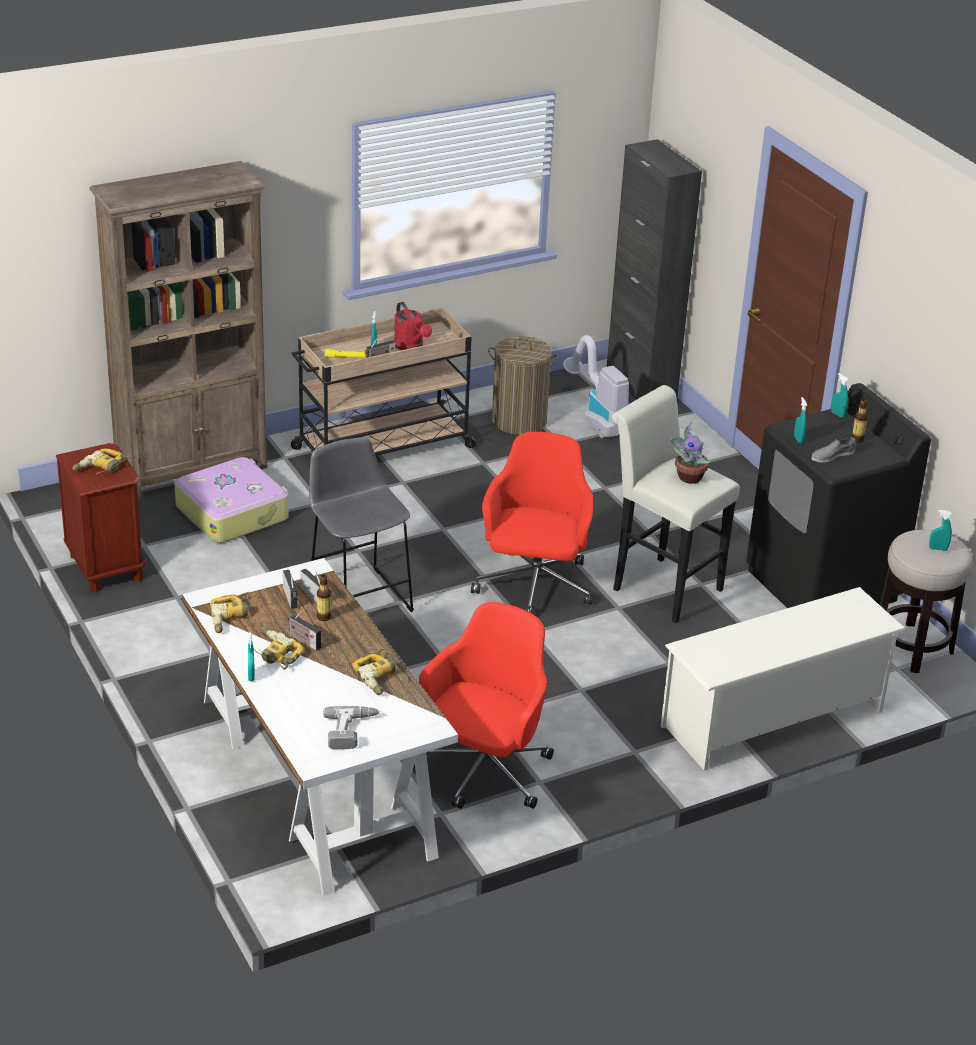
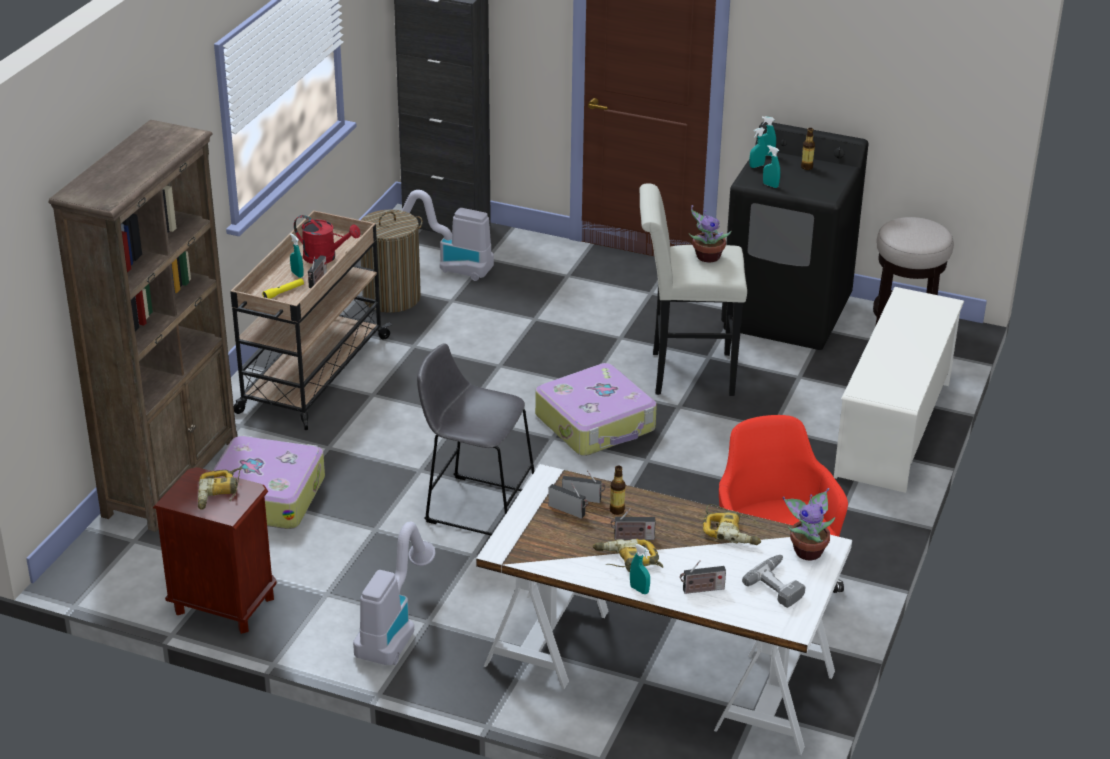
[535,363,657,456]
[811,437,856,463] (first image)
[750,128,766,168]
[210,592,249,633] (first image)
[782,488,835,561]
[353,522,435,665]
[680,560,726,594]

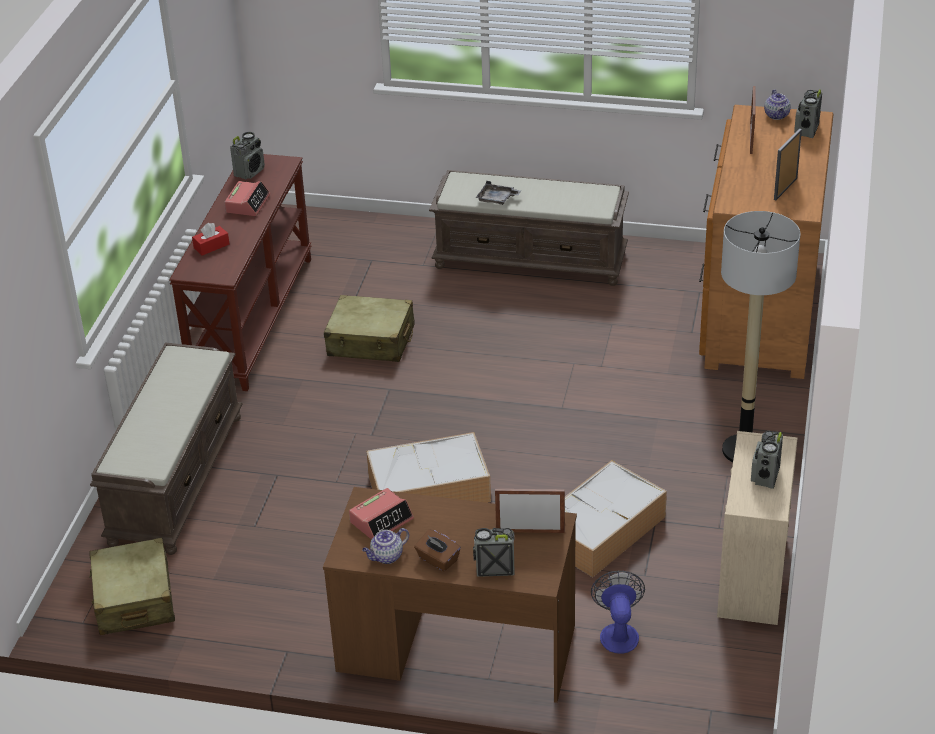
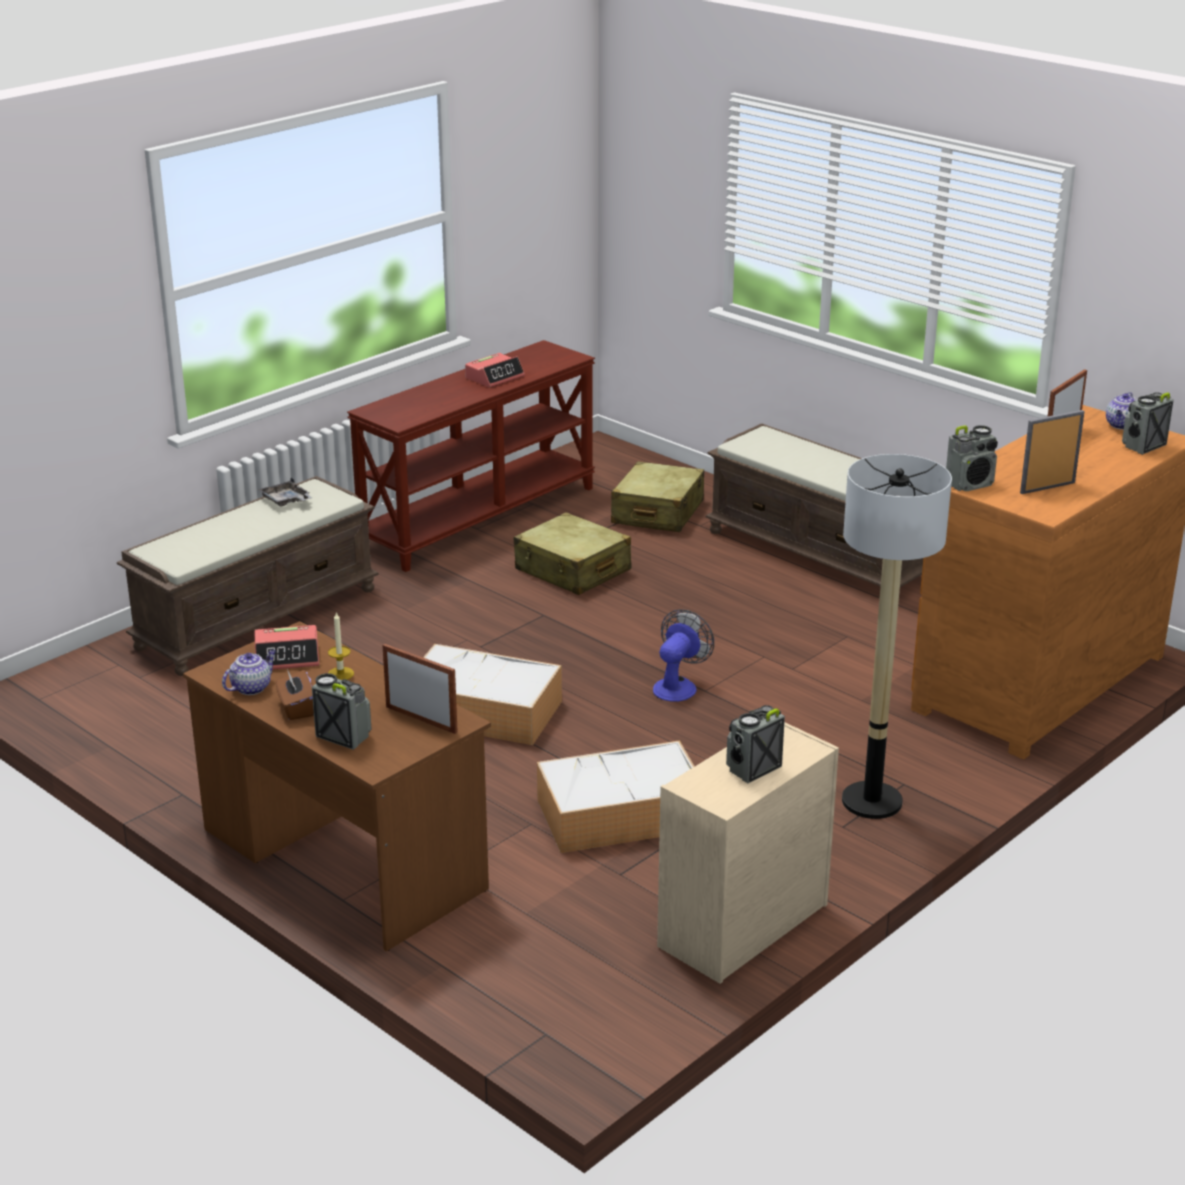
[946,425,998,491]
[258,478,312,507]
[192,223,229,256] (first image)
[222,650,276,695]
[611,461,704,532]
[653,609,714,702]
[328,612,354,680]

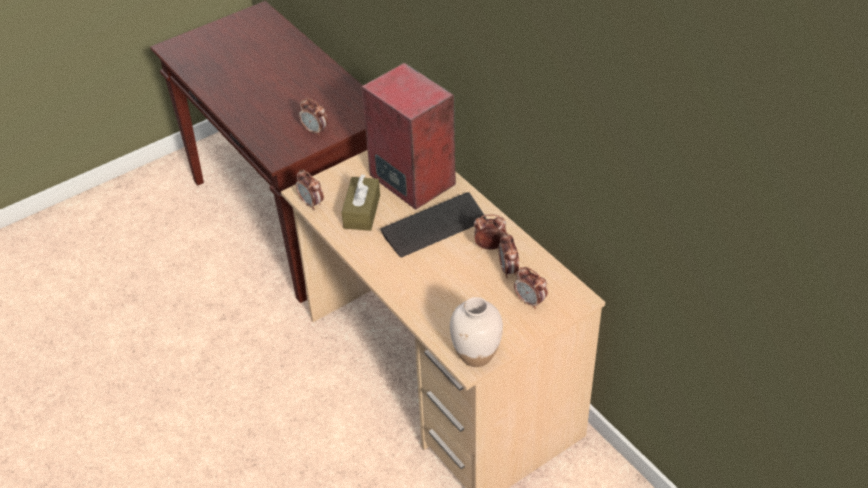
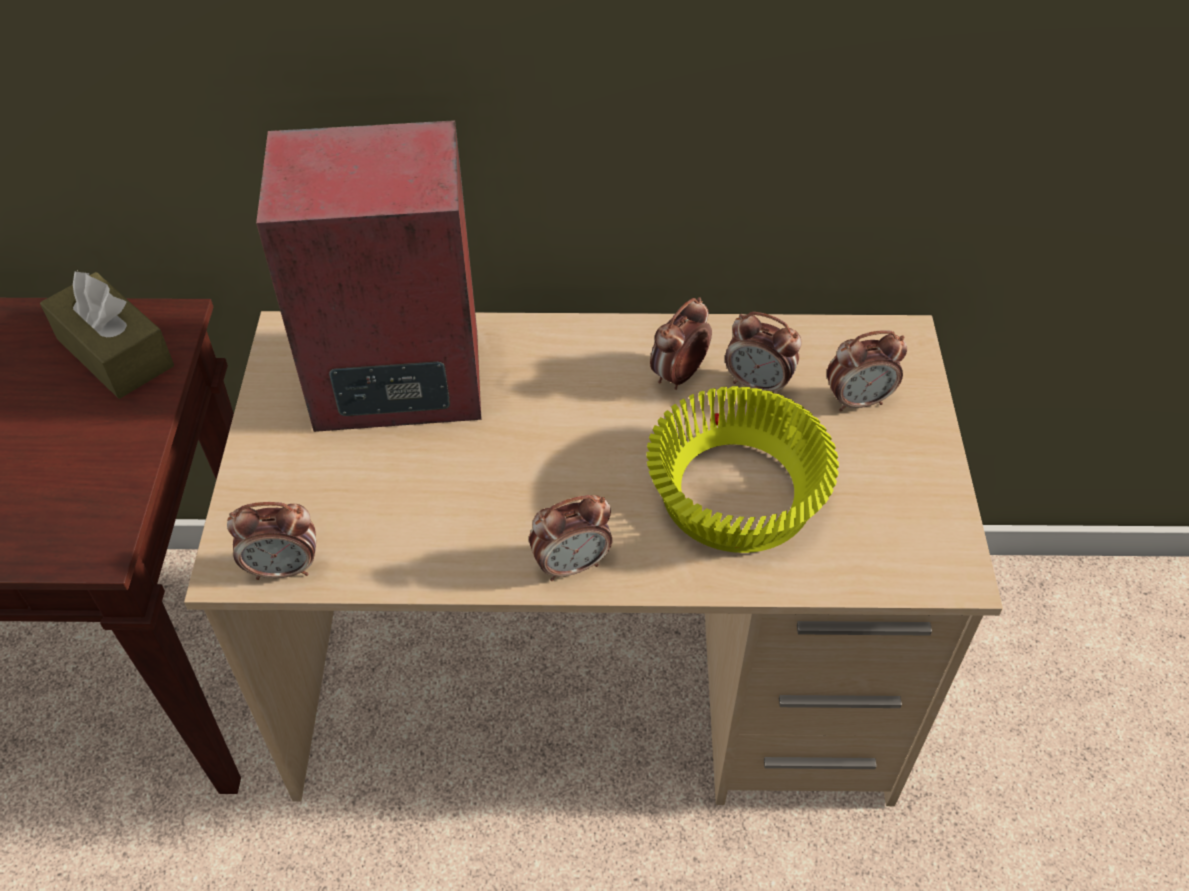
[529,495,612,581]
[40,271,174,399]
[380,192,486,257] (first image)
[450,297,503,367] (first image)
[646,386,839,553]

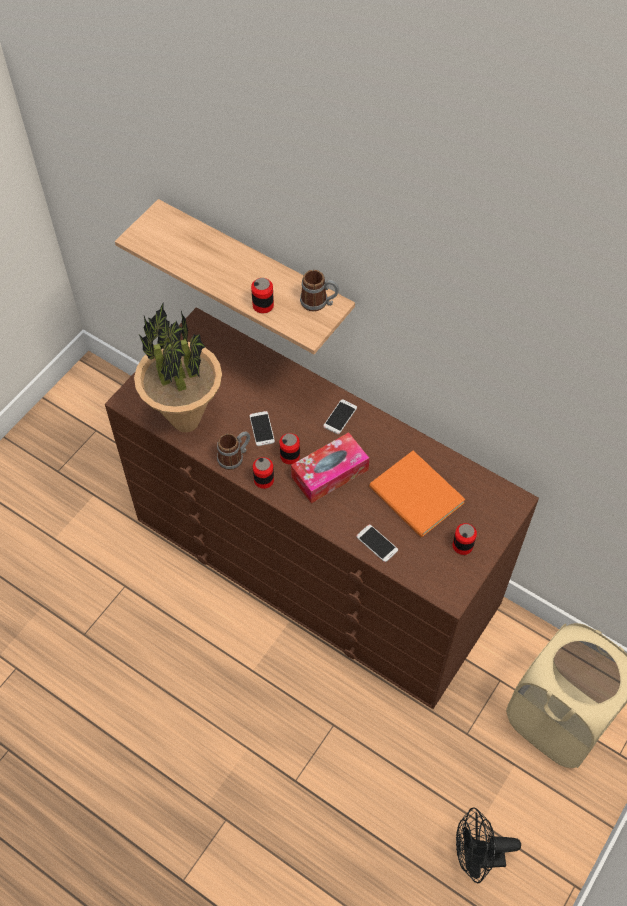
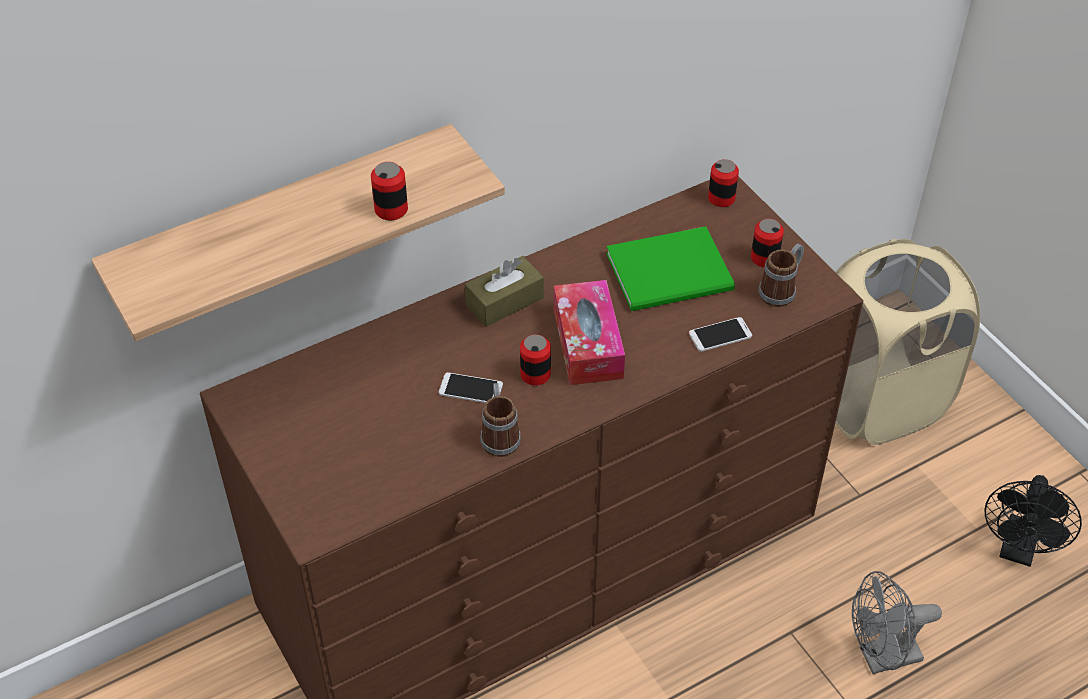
[759,244,804,307]
[134,303,222,432] (first image)
[465,256,544,327]
[606,226,735,311]
[708,159,739,207]
[852,571,942,674]

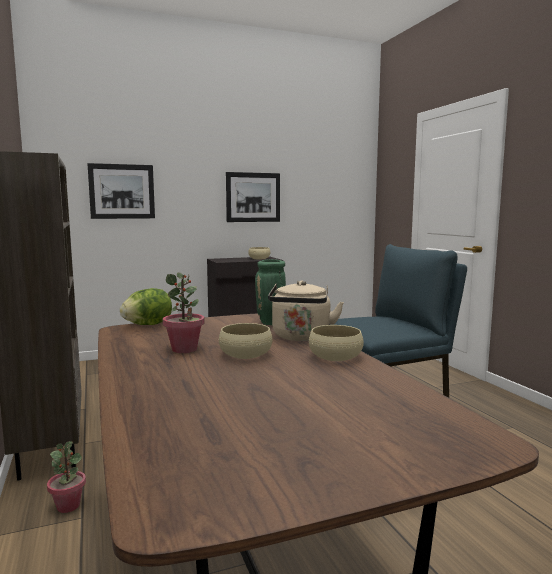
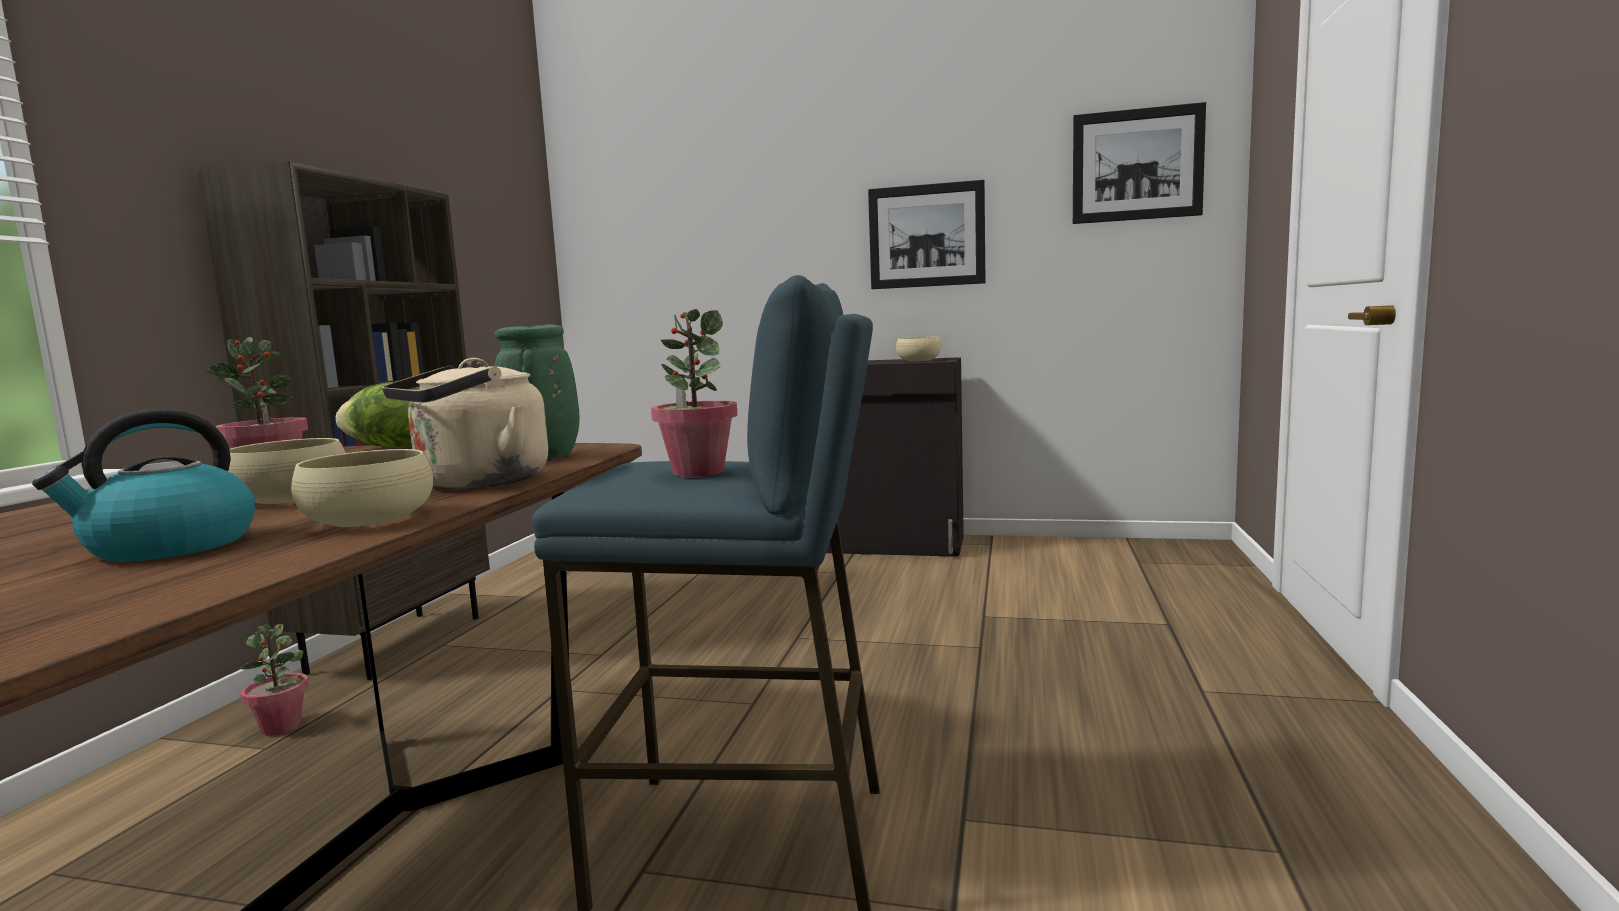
[1073,102,1206,224]
[651,309,737,477]
[32,409,255,562]

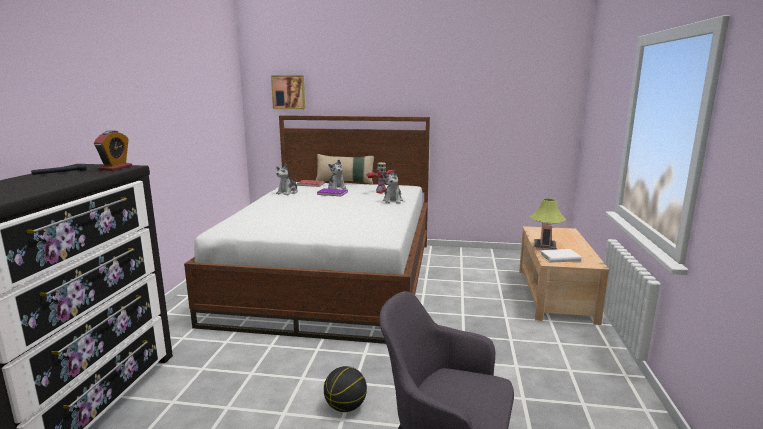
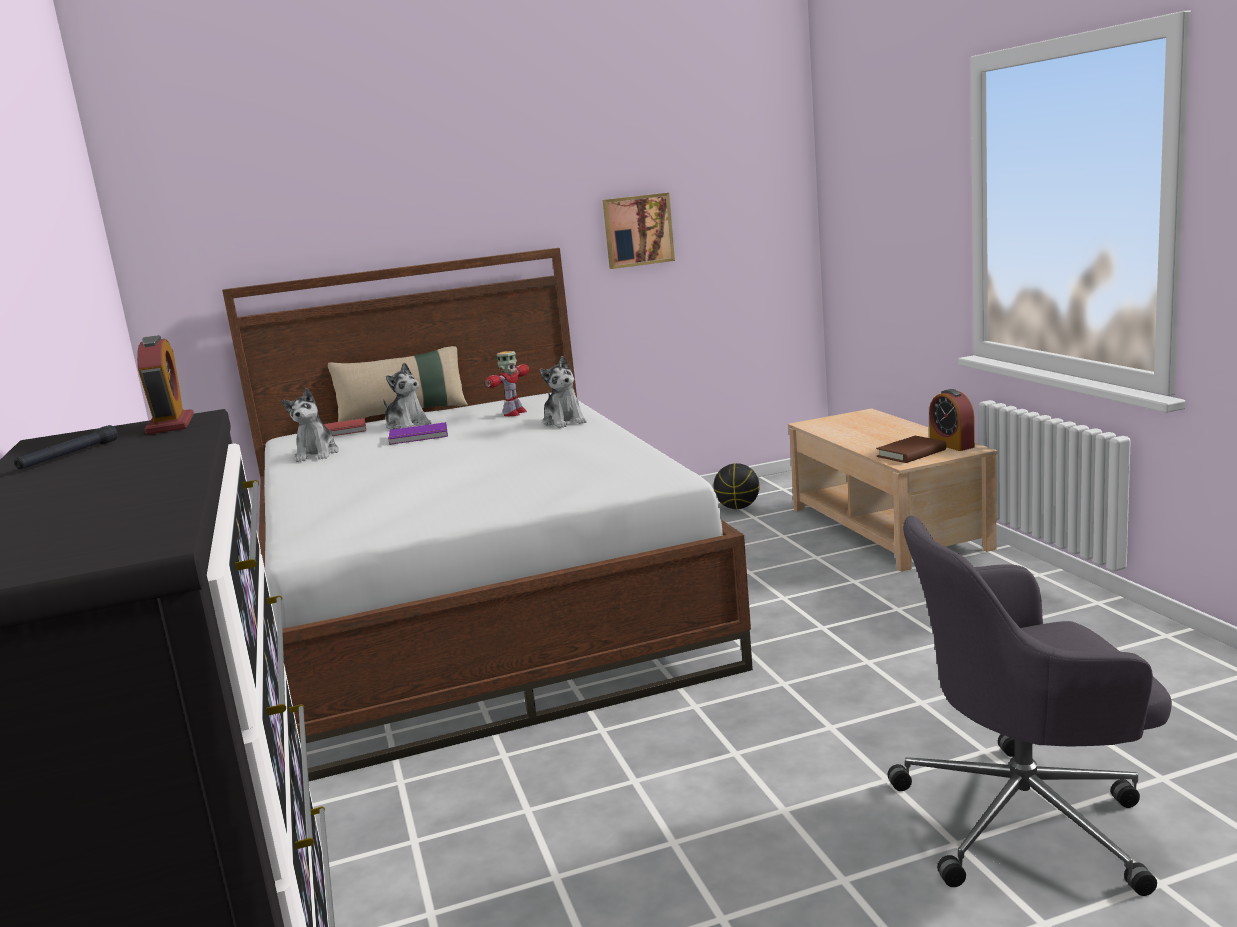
[603,193,675,269]
[530,198,566,250] (first image)
[876,436,946,463]
[713,463,760,509]
[929,389,975,451]

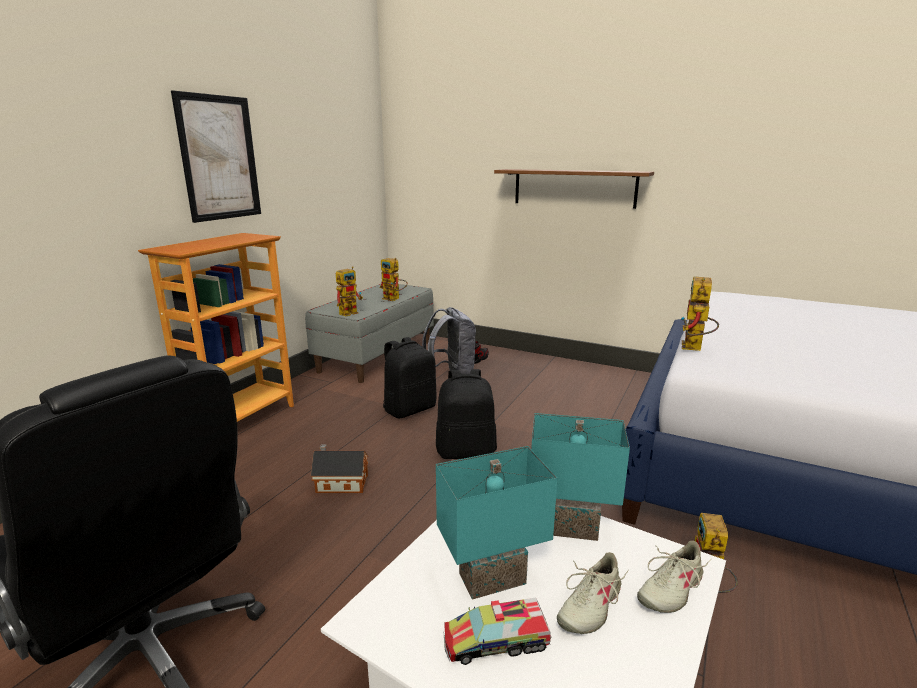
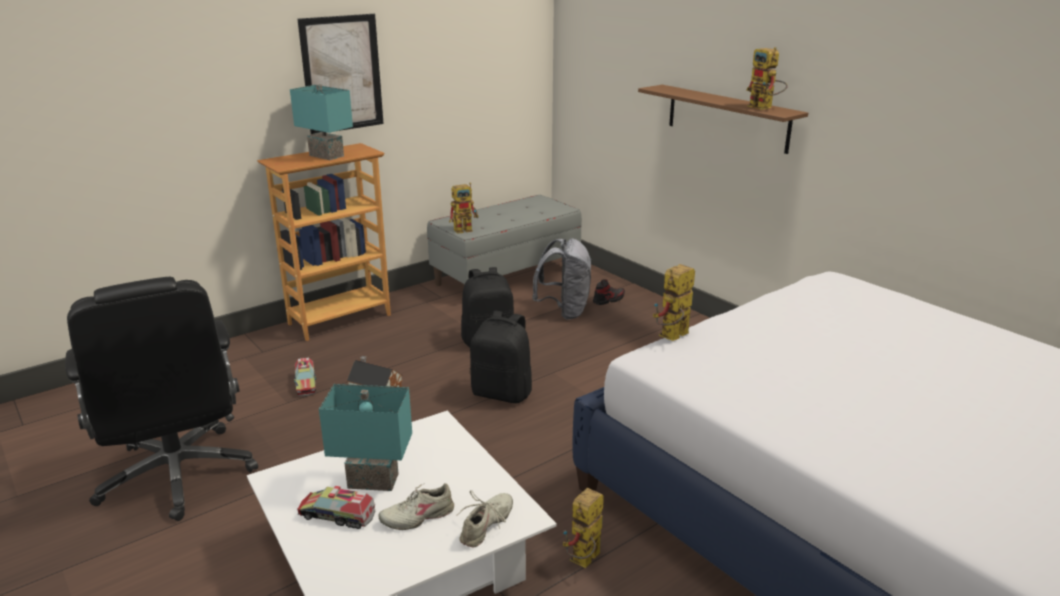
[746,47,788,110]
[290,84,353,160]
[456,490,513,547]
[294,357,316,396]

